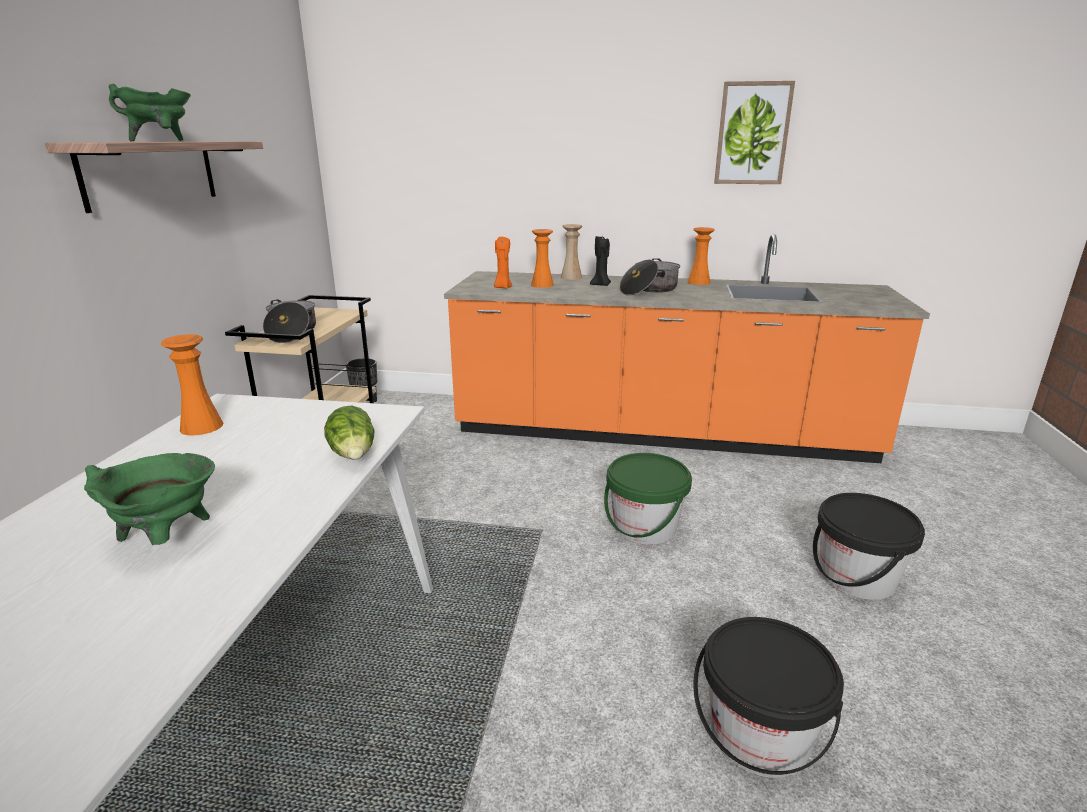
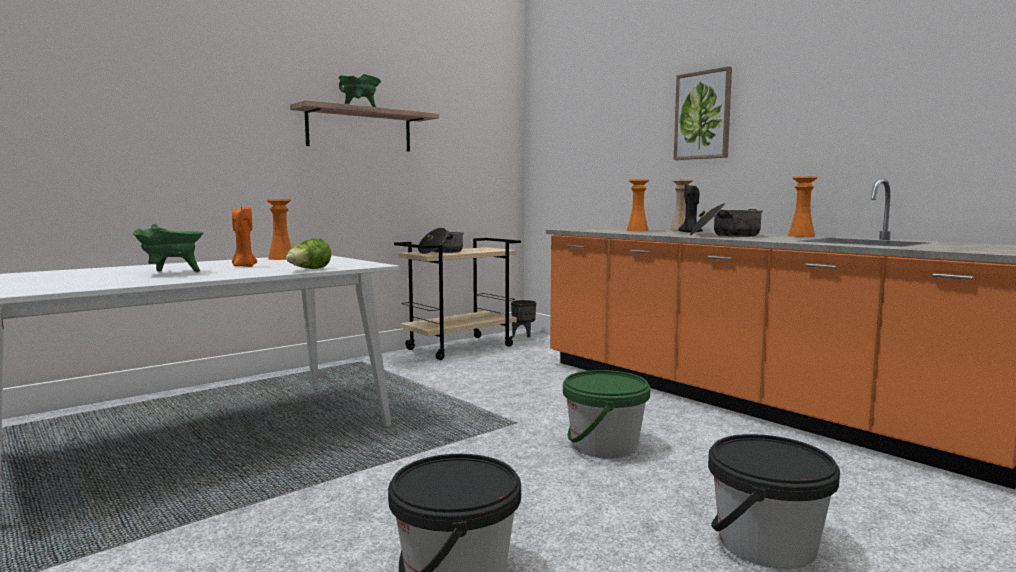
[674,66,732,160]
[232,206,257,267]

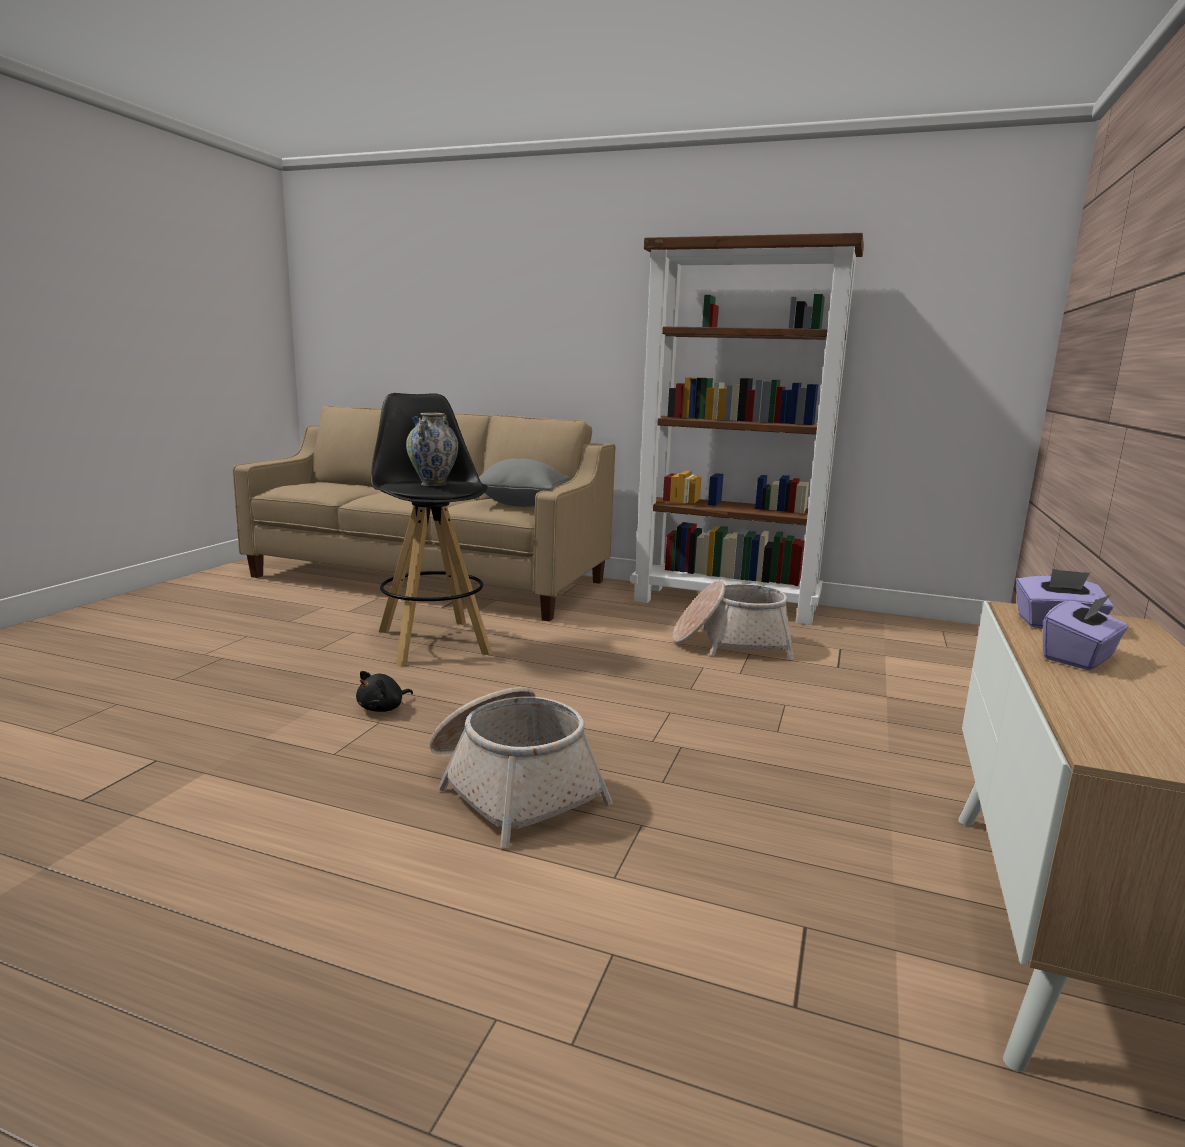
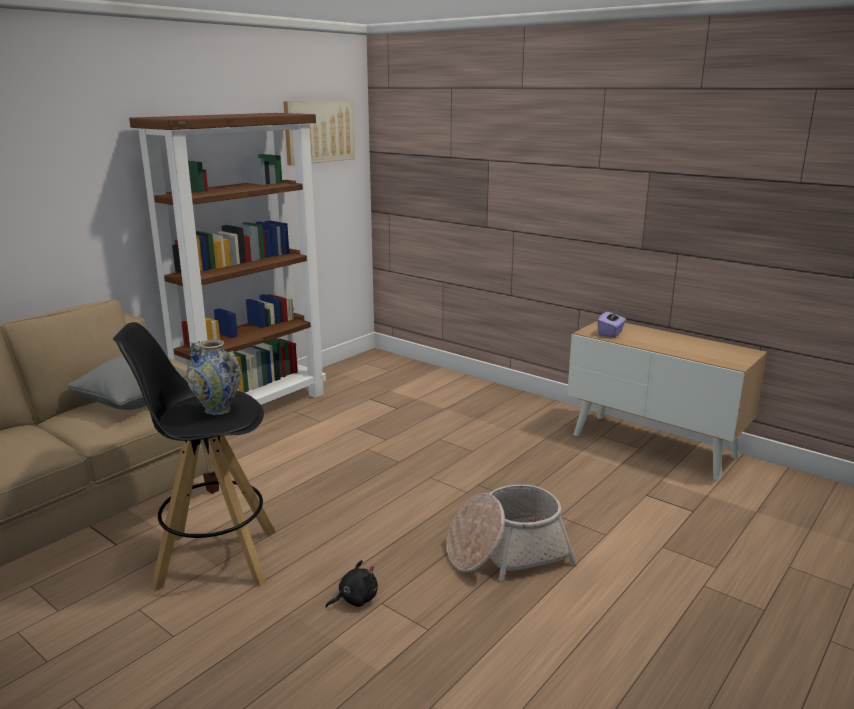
[673,581,795,660] (first image)
[1043,594,1129,670] (first image)
[325,560,378,608]
[283,100,355,165]

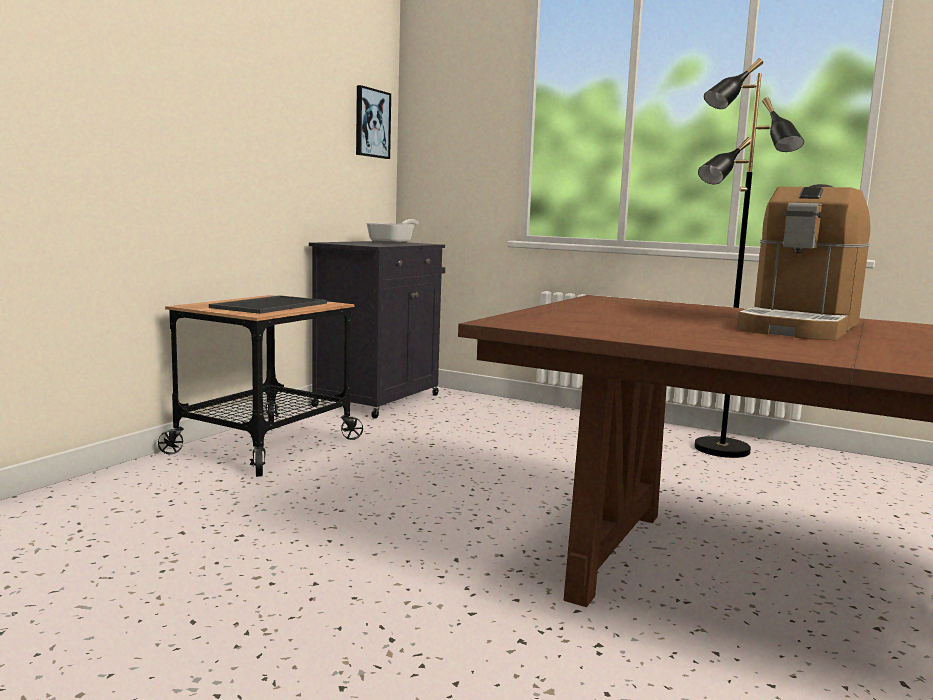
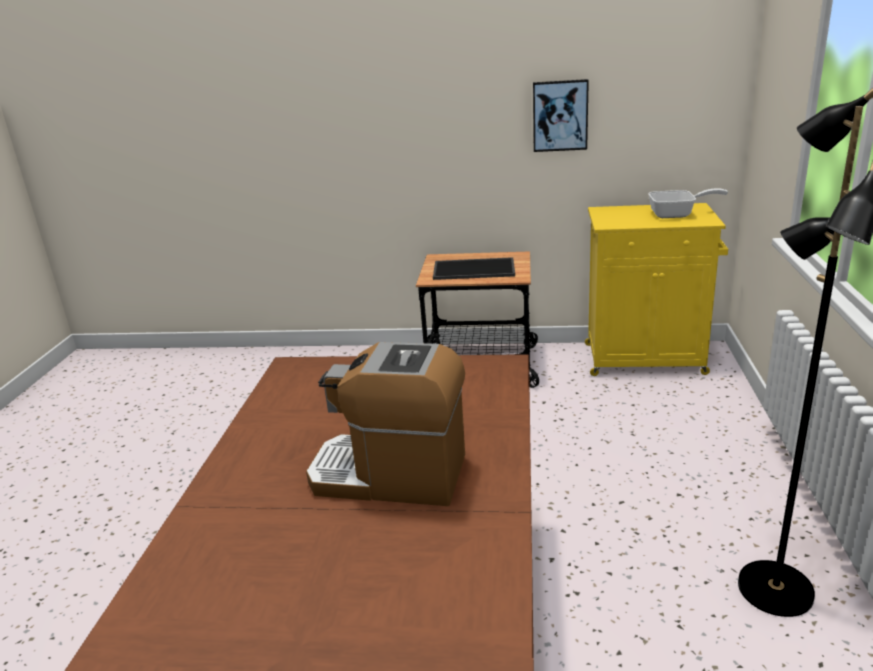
[533,79,589,152]
[585,203,728,376]

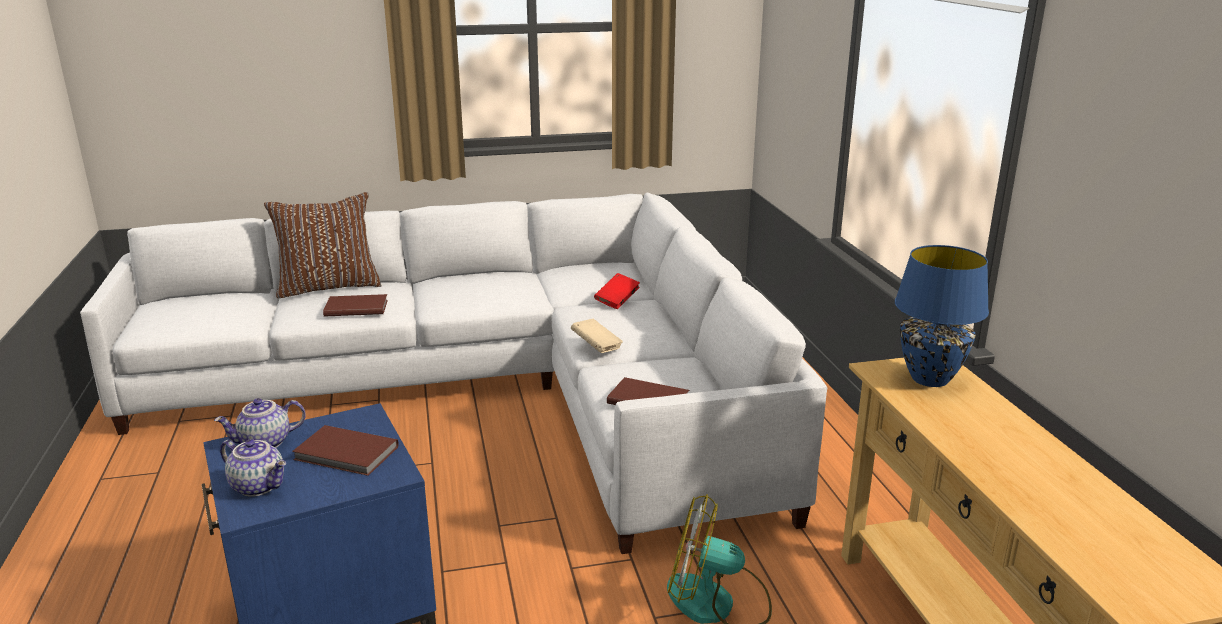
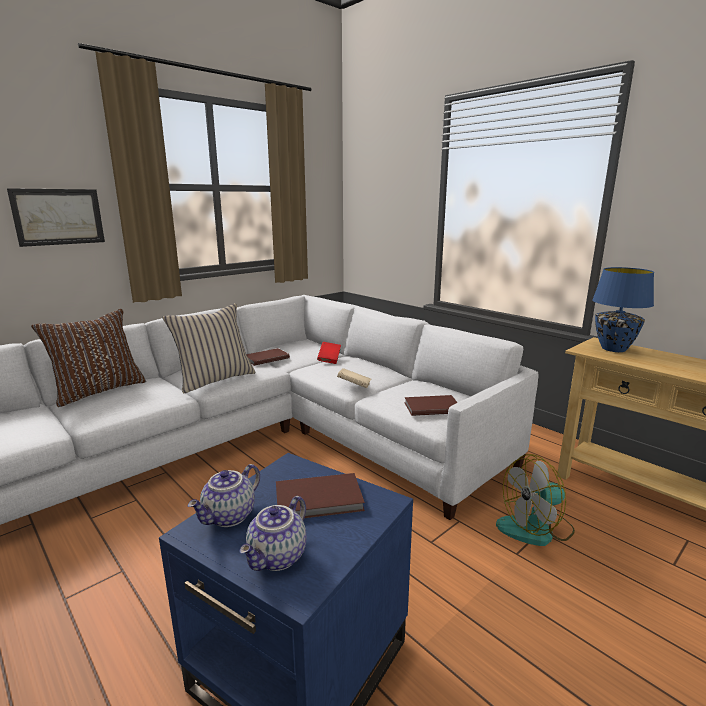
[246,348,290,366]
[240,496,306,571]
[7,188,105,247]
[162,303,255,393]

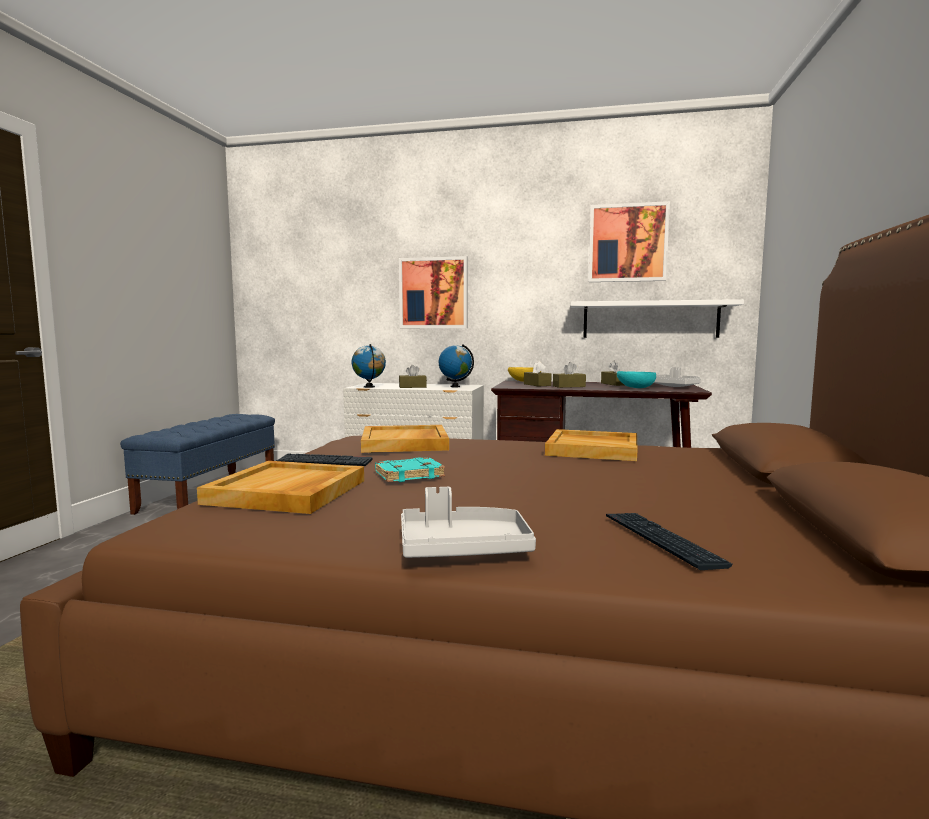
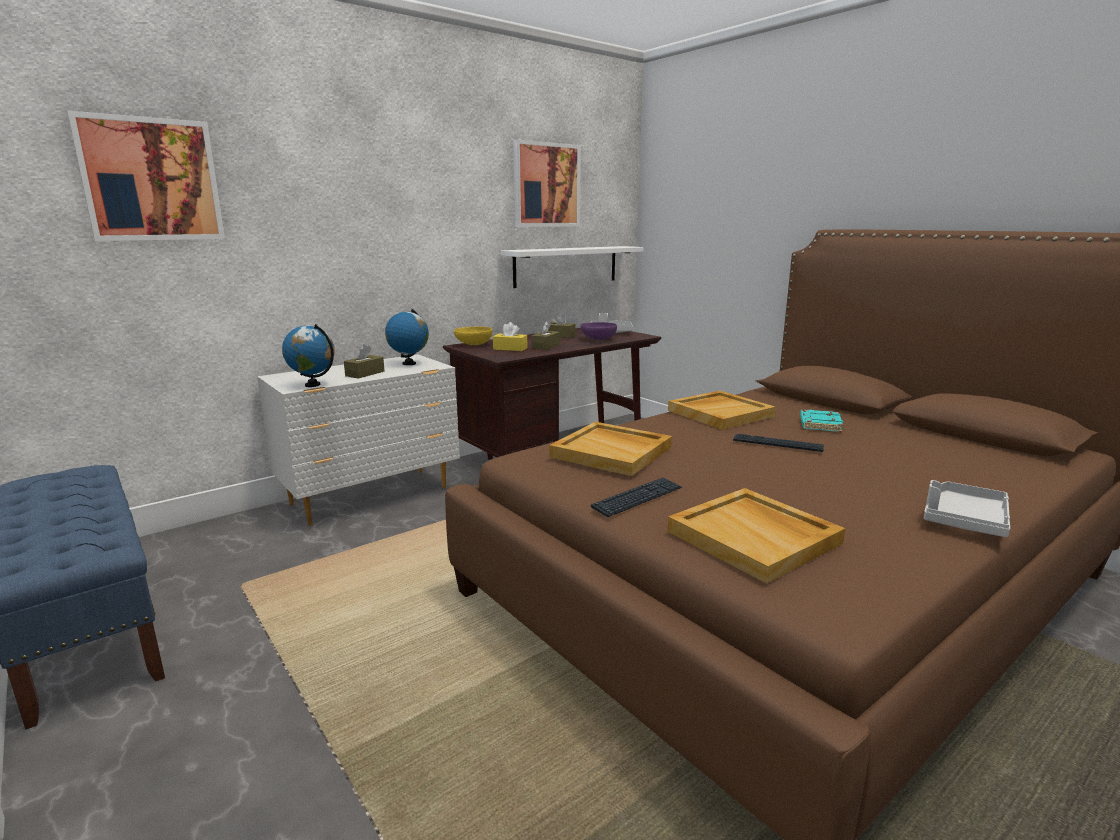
[67,111,225,241]
[493,322,527,351]
[580,322,617,340]
[800,409,843,432]
[733,434,824,452]

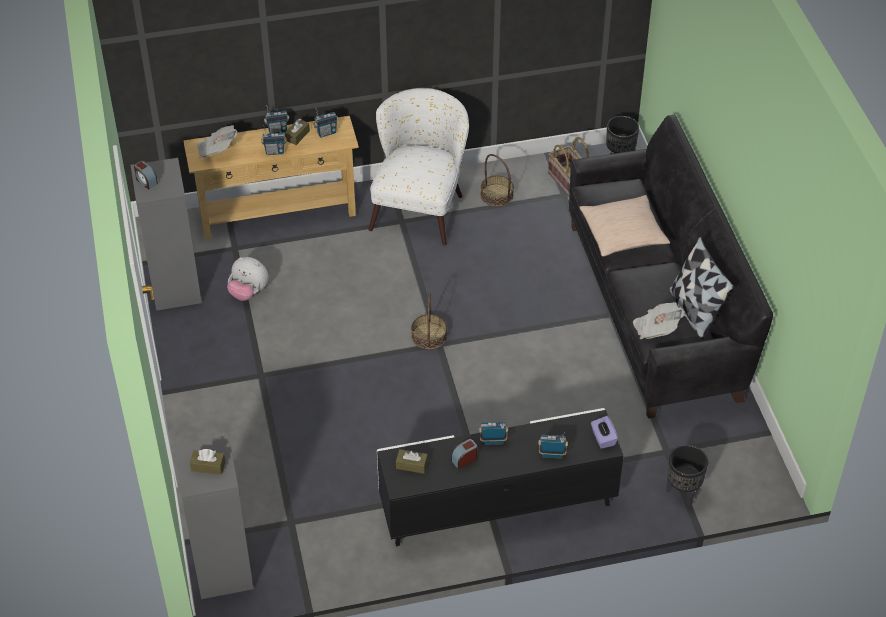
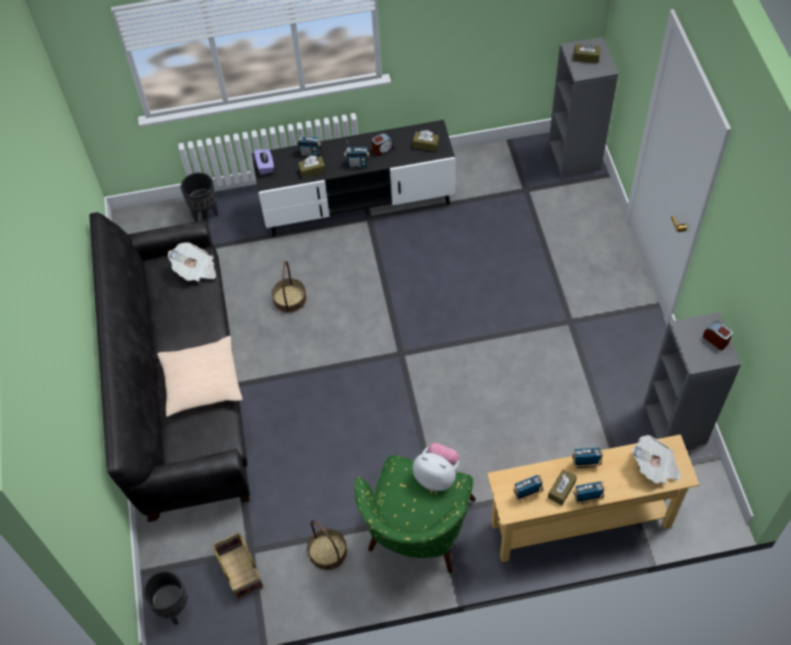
[355,455,476,573]
[669,237,734,339] (first image)
[413,443,459,491]
[272,261,307,313]
[298,156,326,178]

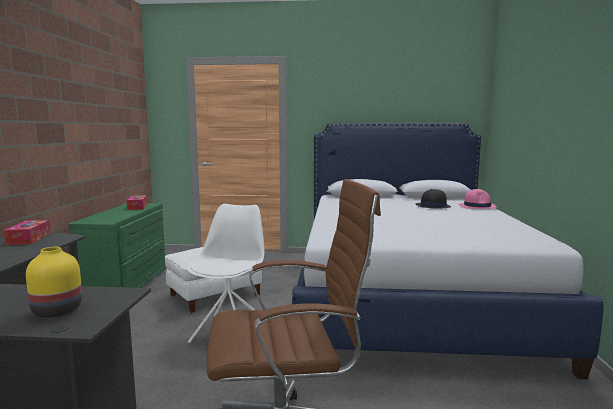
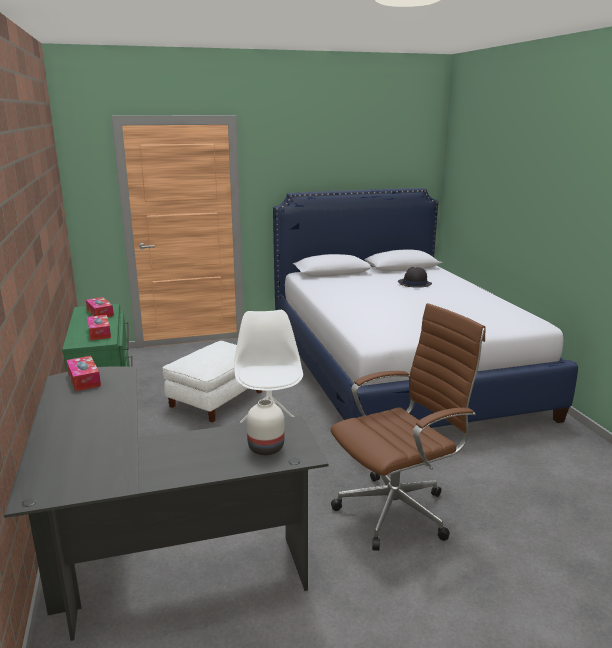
[459,189,497,209] (first image)
[247,399,285,455]
[87,315,111,340]

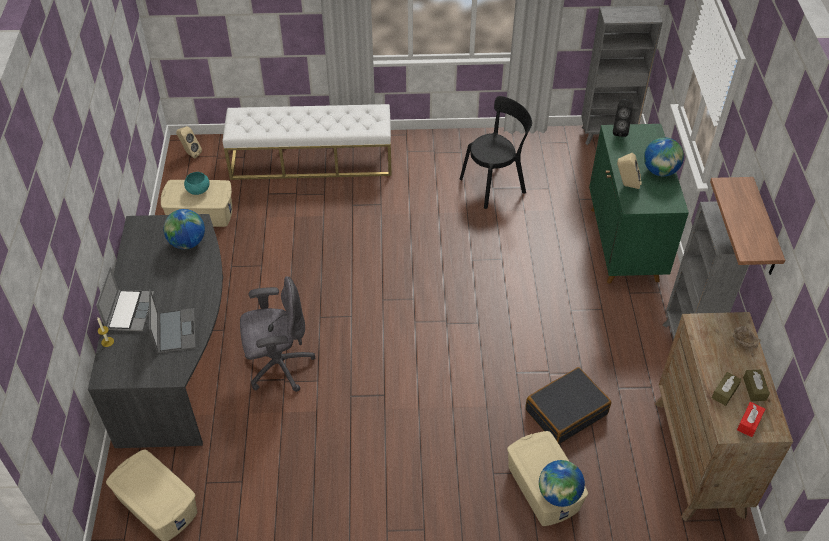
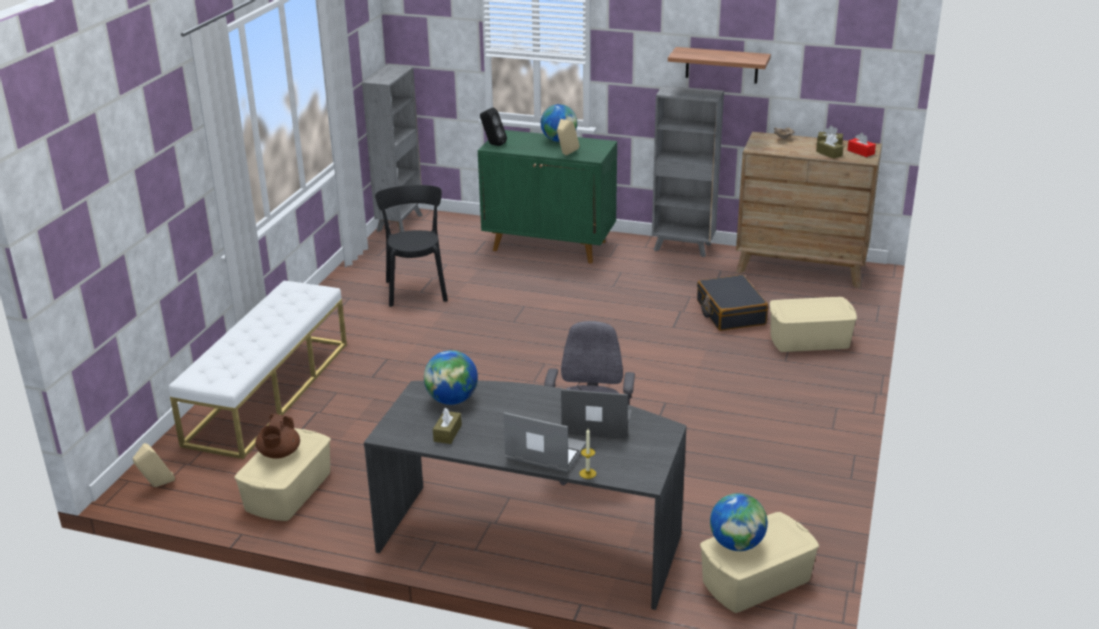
[255,414,300,459]
[710,493,768,551]
[433,408,462,444]

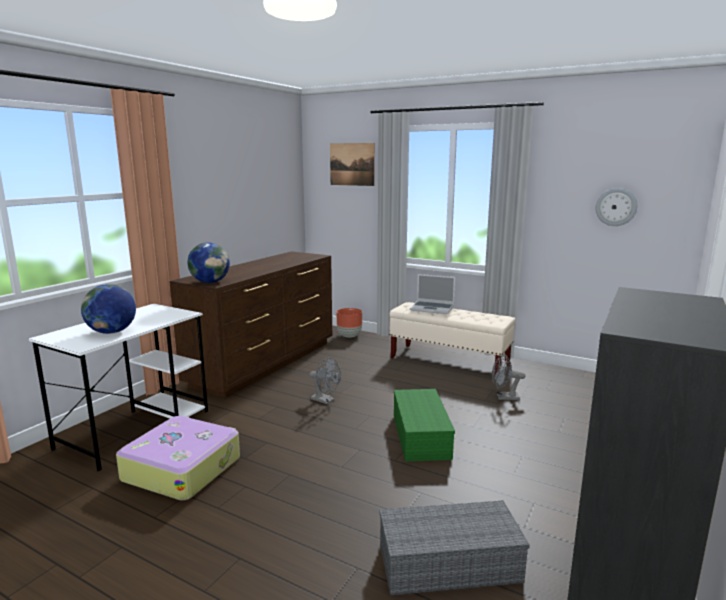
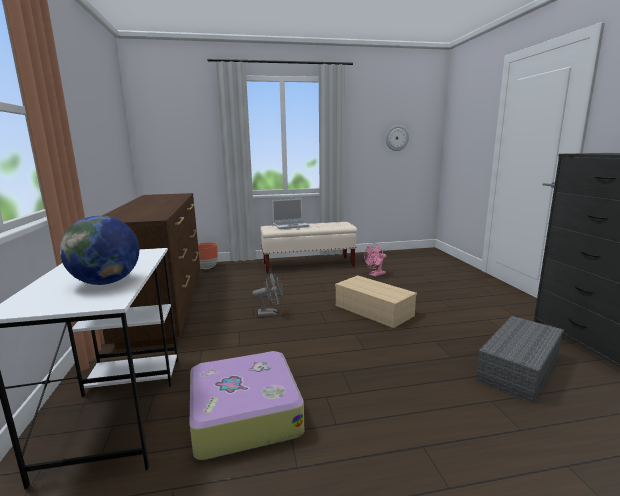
[330,143,375,186] (first image)
[187,242,230,283] (first image)
[364,243,386,277]
[335,275,417,328]

